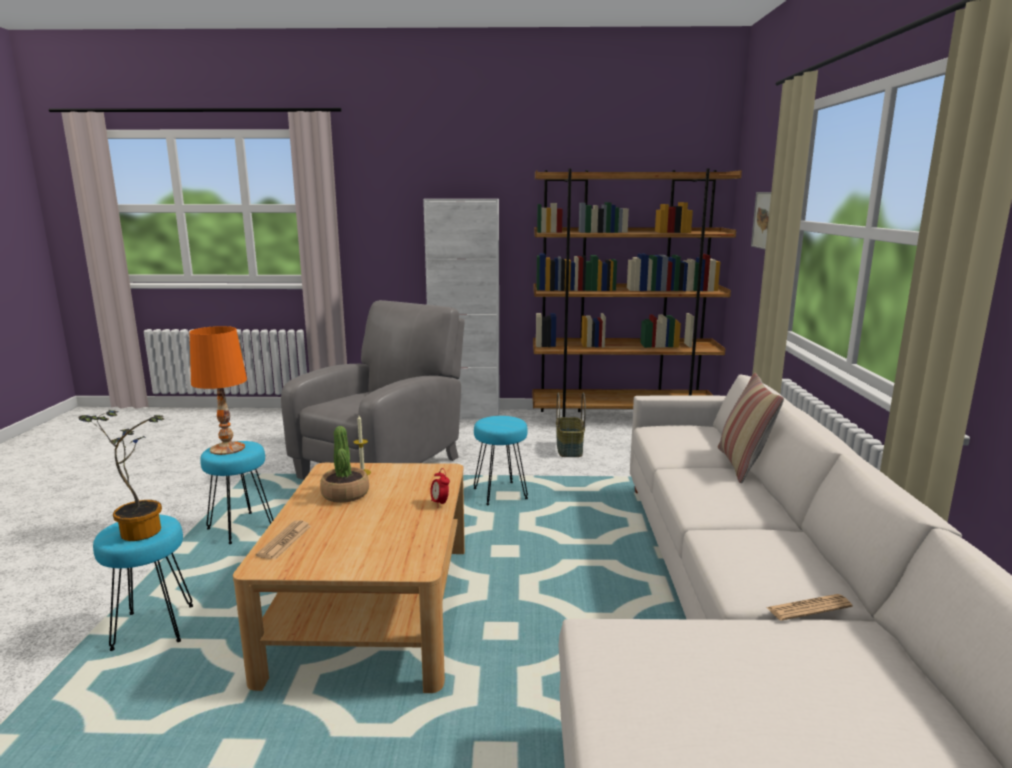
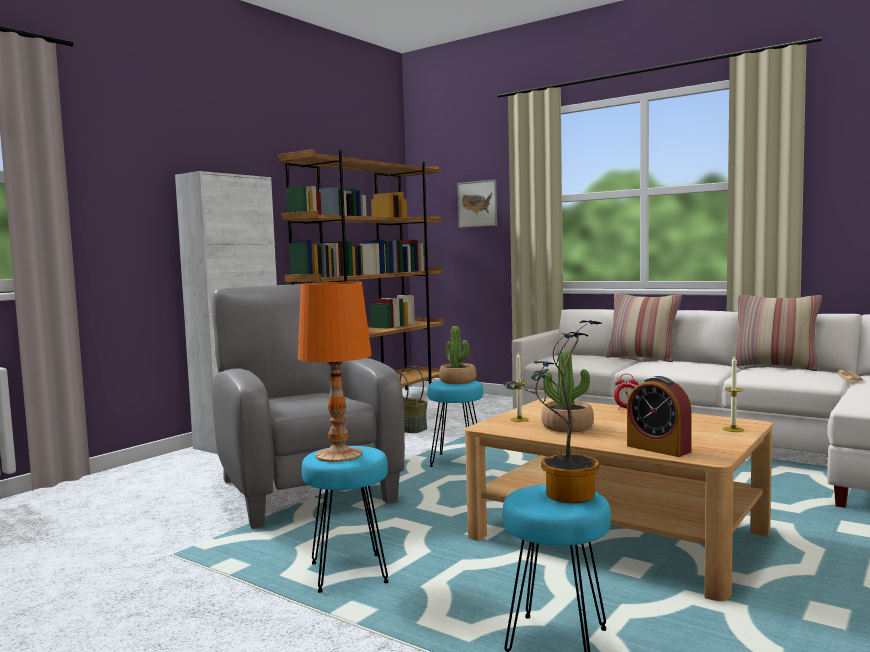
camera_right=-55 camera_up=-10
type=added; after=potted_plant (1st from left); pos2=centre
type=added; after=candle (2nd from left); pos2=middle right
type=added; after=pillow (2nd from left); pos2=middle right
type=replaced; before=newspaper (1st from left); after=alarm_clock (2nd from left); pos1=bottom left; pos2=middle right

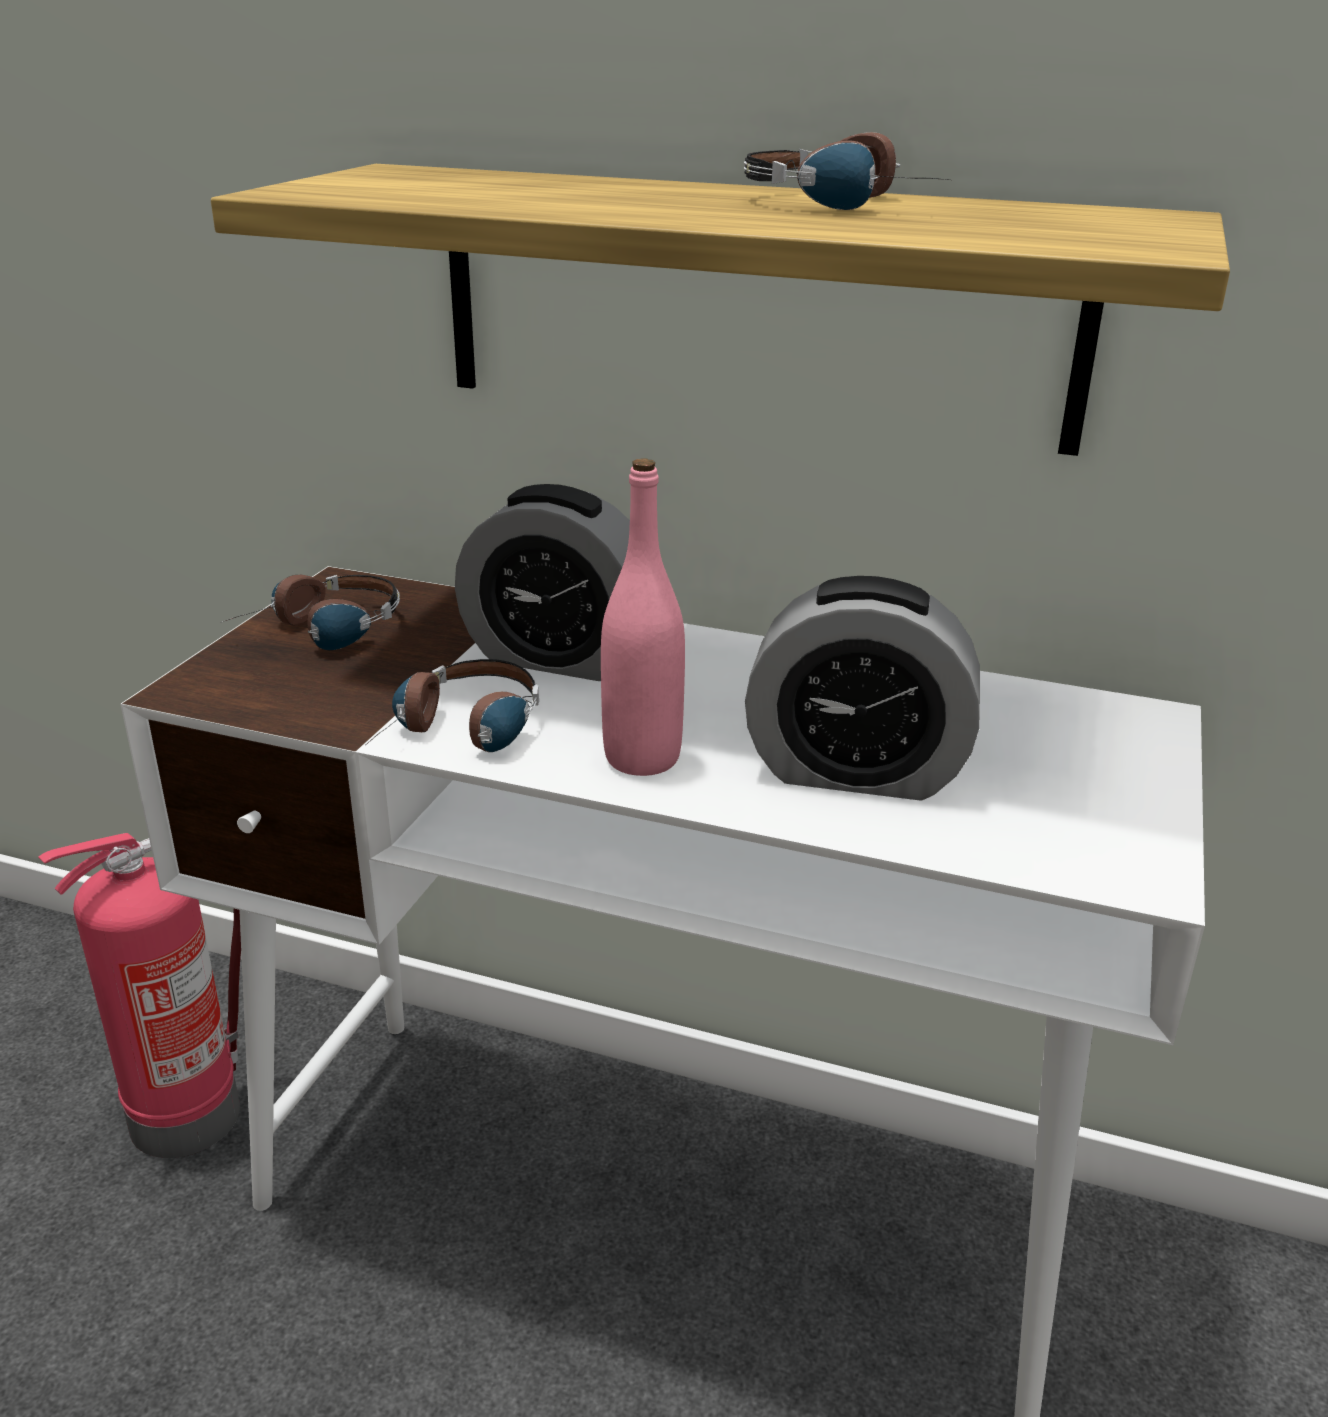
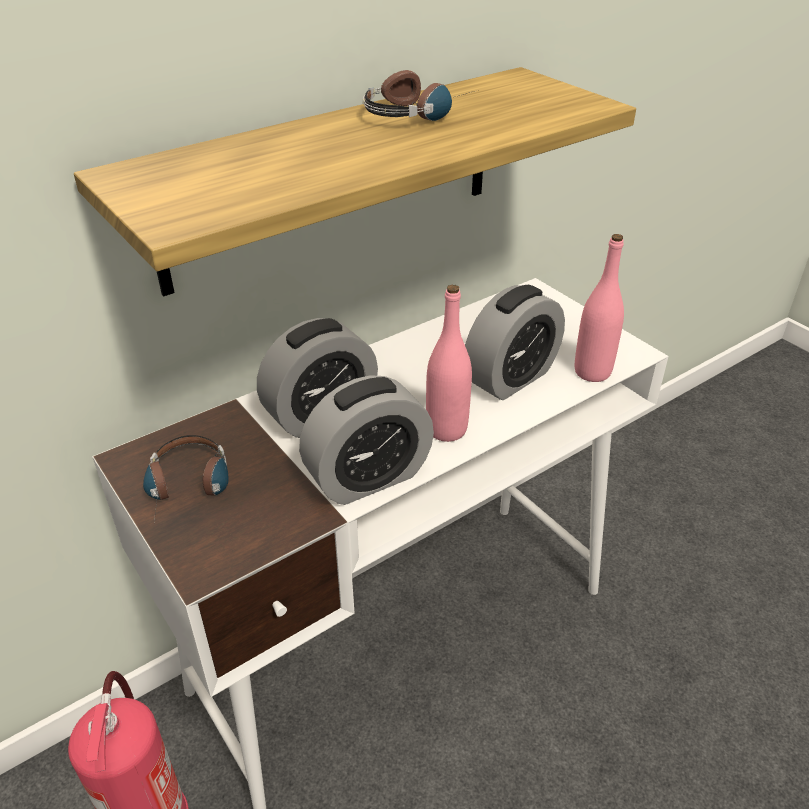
camera_right=-55 camera_up=10
type=added; after=pink_bottle (2nd from left); pos2=middle right
type=replaced; before=headphones (2nd from left); after=alarm_clock (2nd from left); pos1=centre; pos2=centre

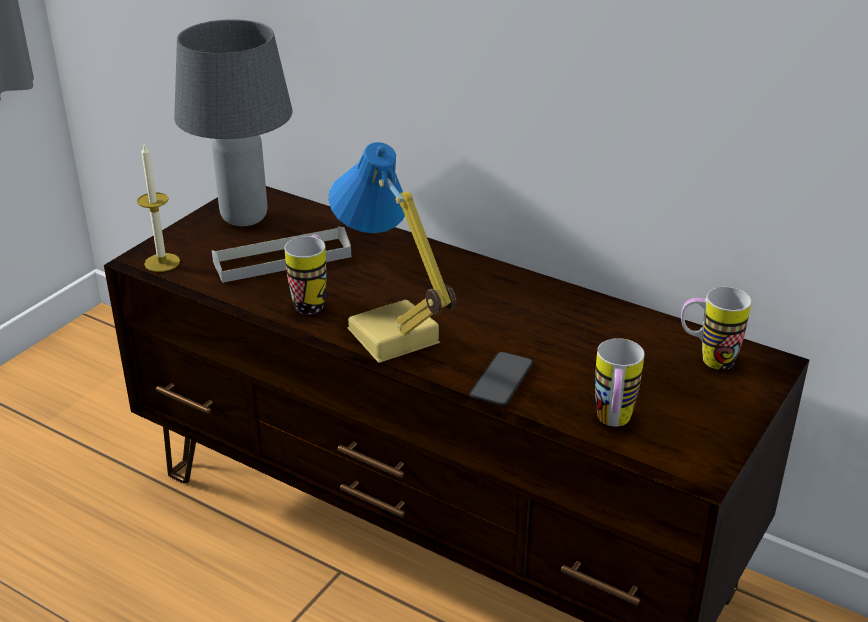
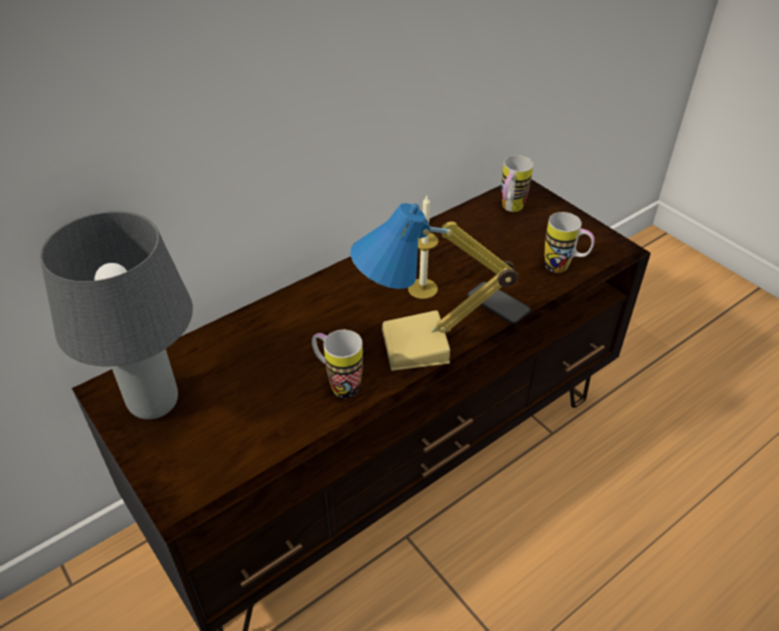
camera_right=-70 camera_up=10
type=removed; before=grey_tray; pos1=middle left
type=moved; before=candle; pos1=middle left; pos2=centre

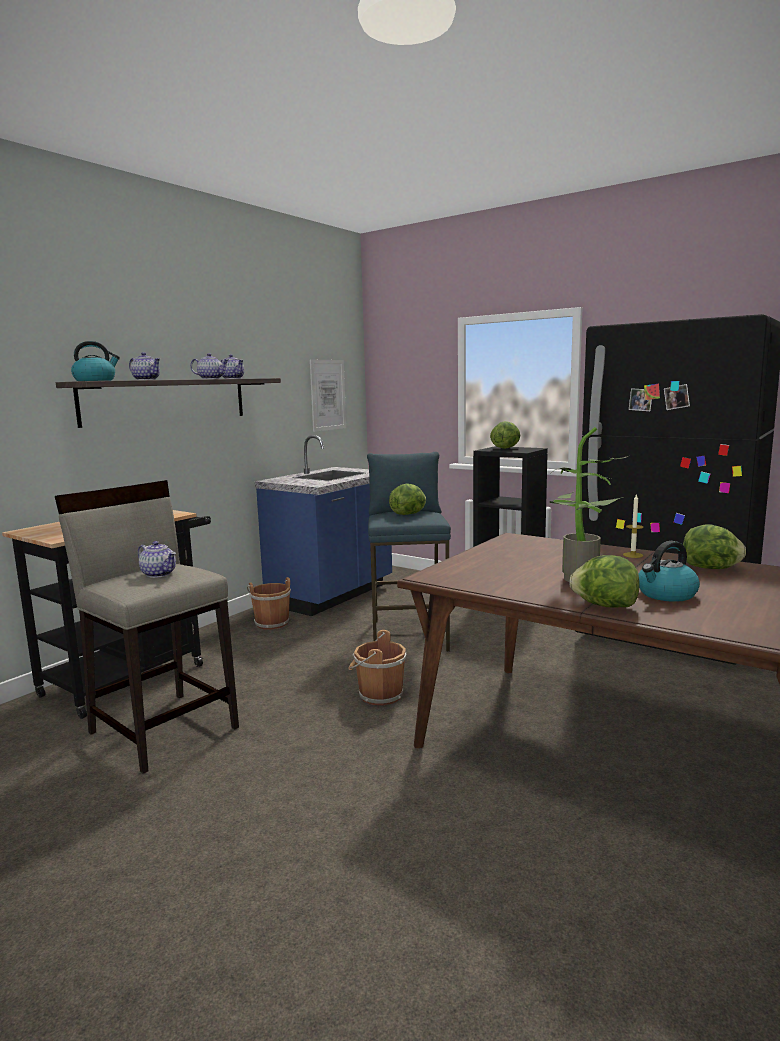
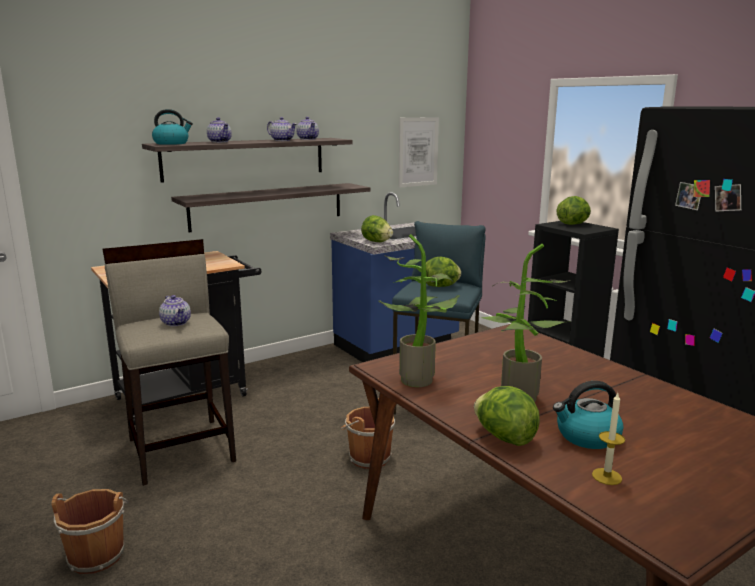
camera_right=20 camera_up=5
type=added; after=shelf (2nd from left); pos2=centre
type=added; after=potted_plant (1st from left); pos2=centre
type=moved; before=brown_bucket (1st from left); pos1=centre; pos2=bottom left
type=moved; before=candle; pos1=middle right; pos2=bottom right
type=moved; before=lettuce (4th from left in the first image); after=lettuce (1st from left); pos1=middle right; pos2=centre

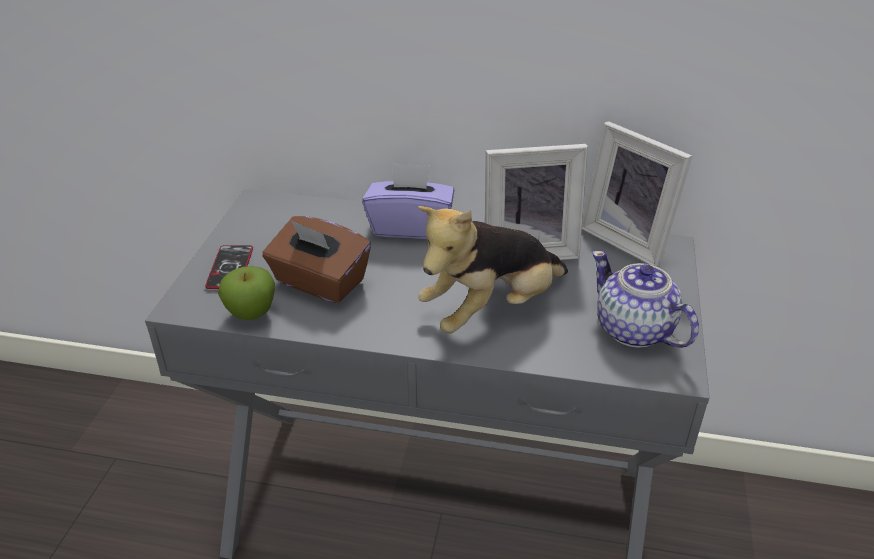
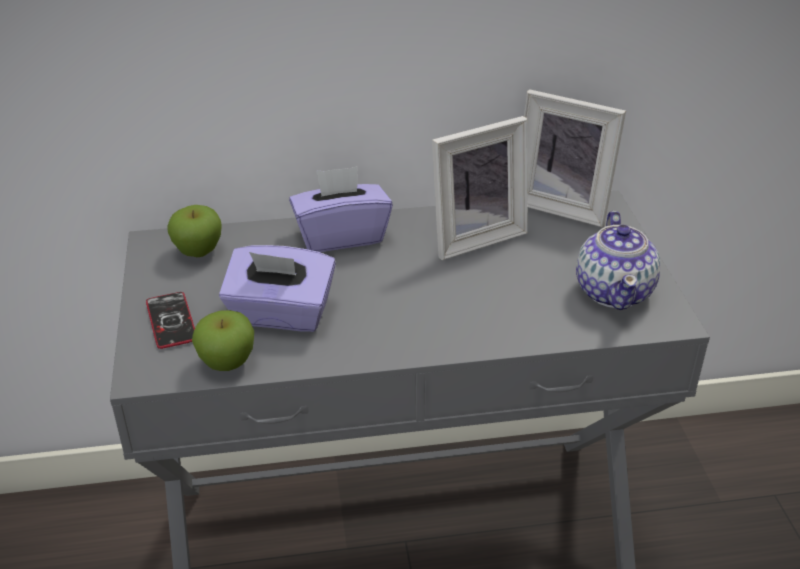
camera_right=-20 camera_up=0
type=removed; before=plush_toy; pos1=centre
type=added; after=apple (1st from left); pos2=middle left
type=recoloured; before=brown_tissue_box; after=purple_tissue_box (1st from left); pos1=centre; pos2=centre
type=turned; before=teapot; pos1=middle right; pos2=middle right; turn=-120

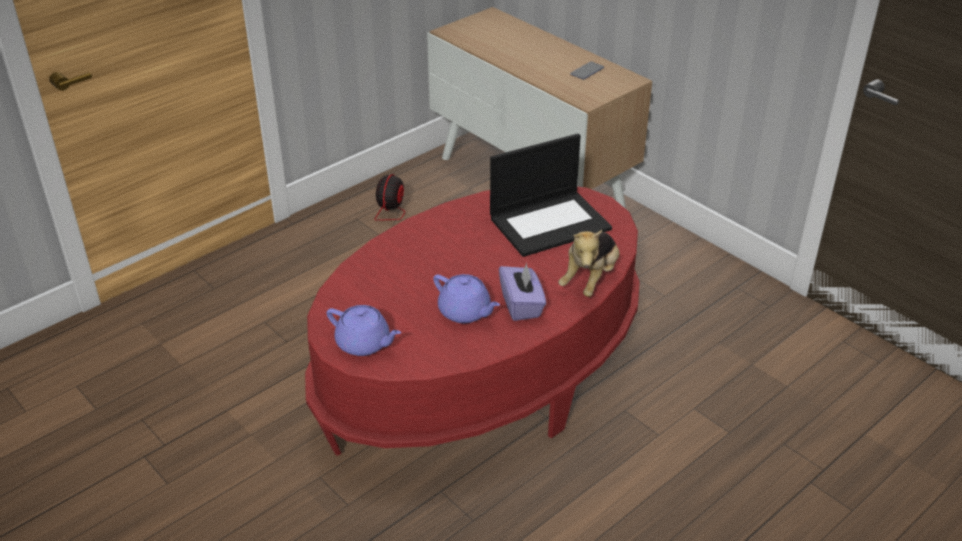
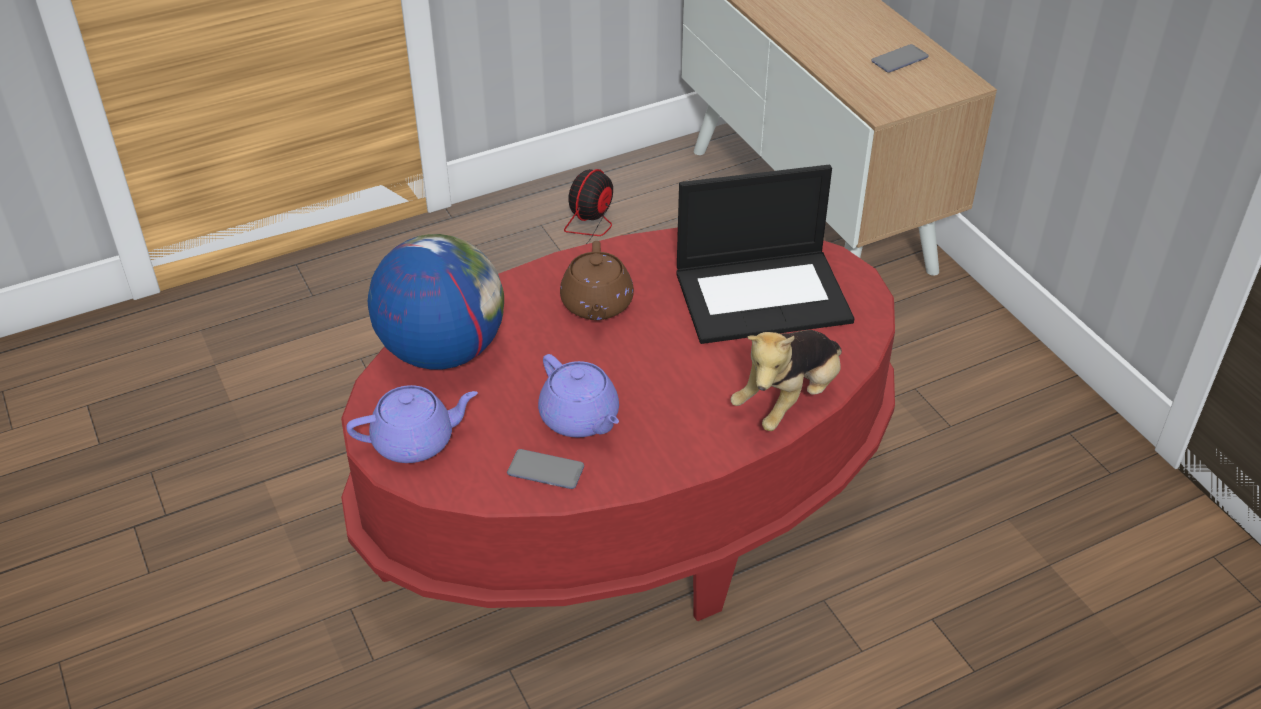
camera_right=15 camera_up=5
type=removed; before=purple_tissue_box; pos1=centre
type=added; after=globe; pos2=centre
type=added; after=phone (1st from left); pos2=centre
type=added; after=brown_teapot; pos2=centre
type=turned; before=purple_teapot (1st from left); pos1=centre; pos2=middle left; turn=-60

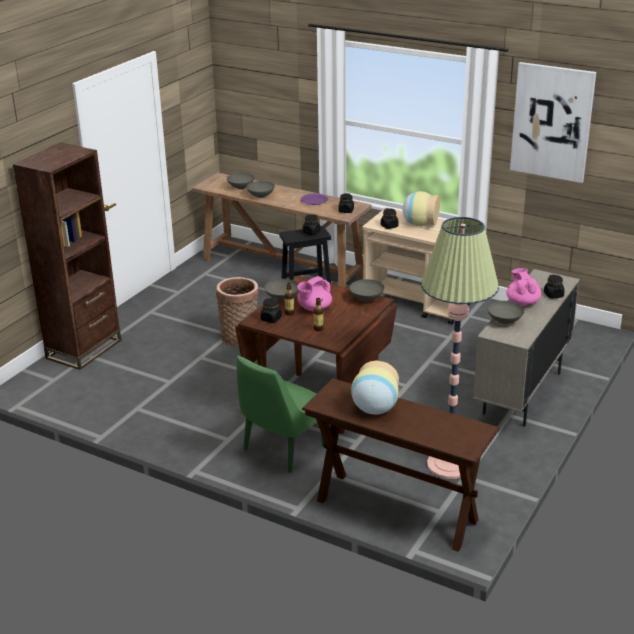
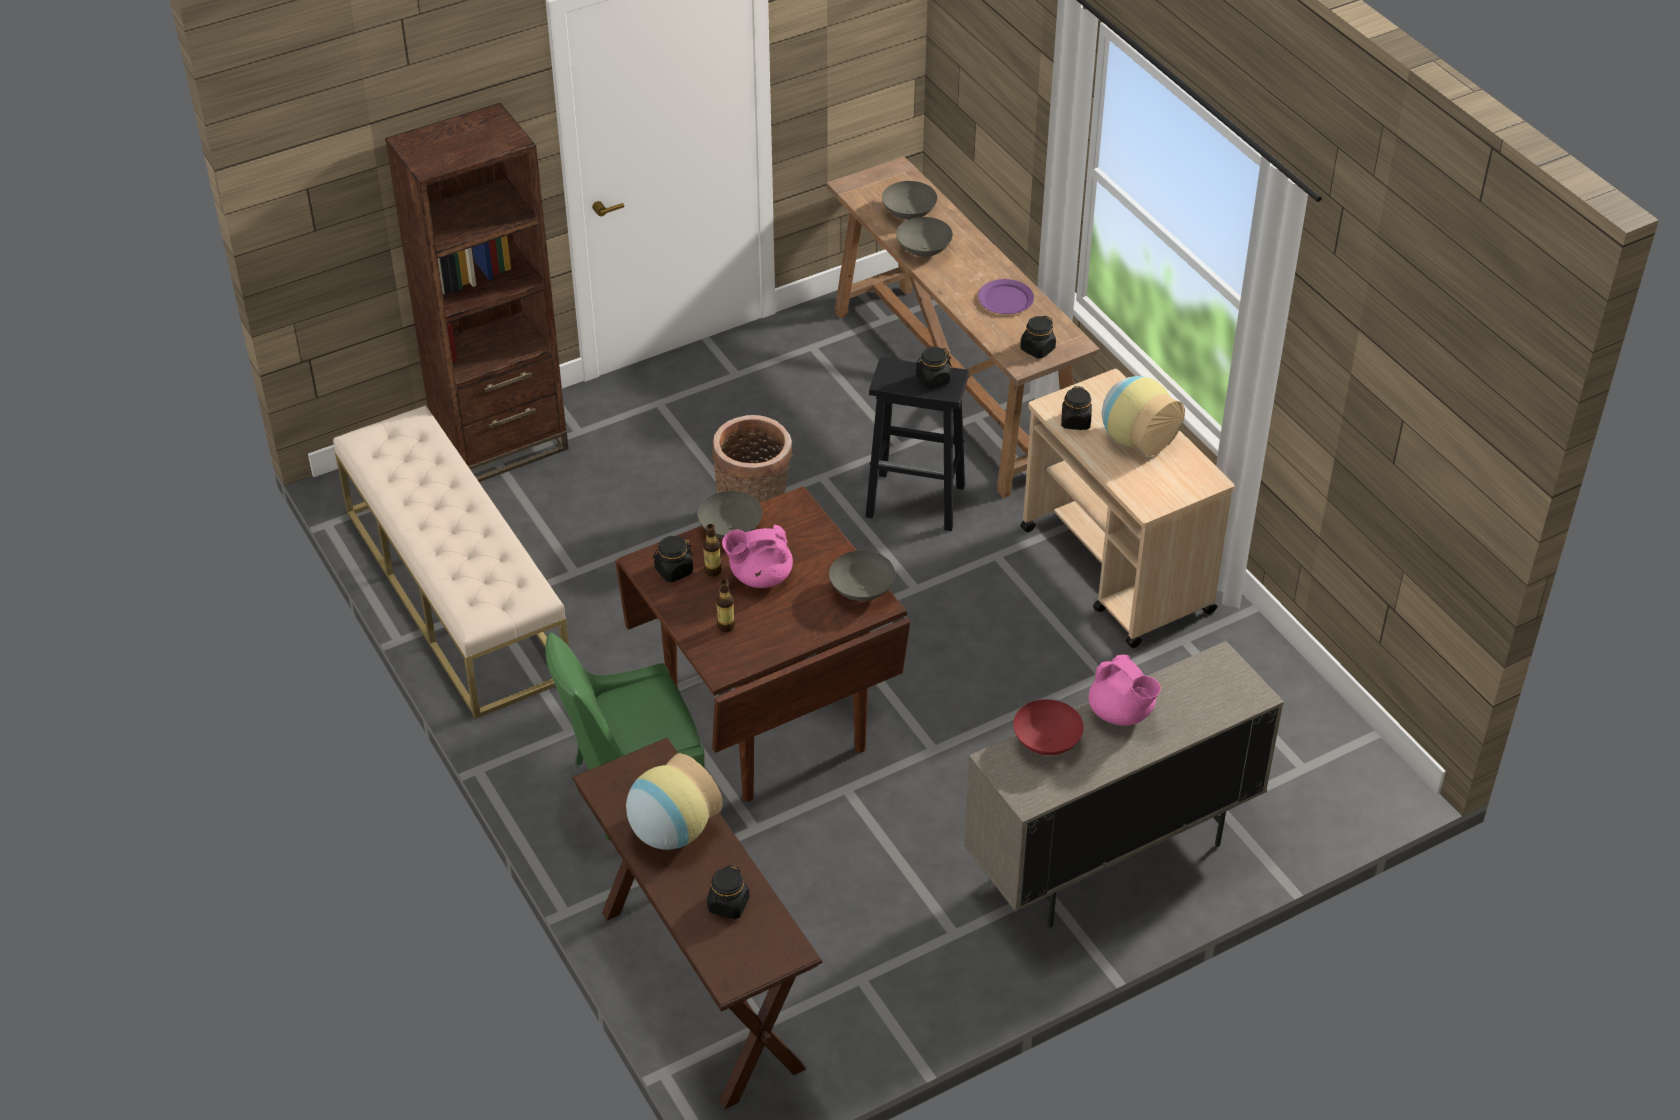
camera_right=30 camera_up=15
type=removed; before=floor_lamp; pos1=middle right
type=removed; before=picture; pos1=top right
type=added; after=beige_bench; pos2=middle left
type=moved; before=black_jar (5th from left in the first image); after=black_jar (2nd from left); pos1=middle right; pos2=bottom centre
type=recoloured; before=grey_bowl (5th from left); after=red_bowl; pos1=middle right; pos2=centre
type=turned; before=pink_teapot (2nd from left); pos1=middle right; pos2=middle right; turn=120

